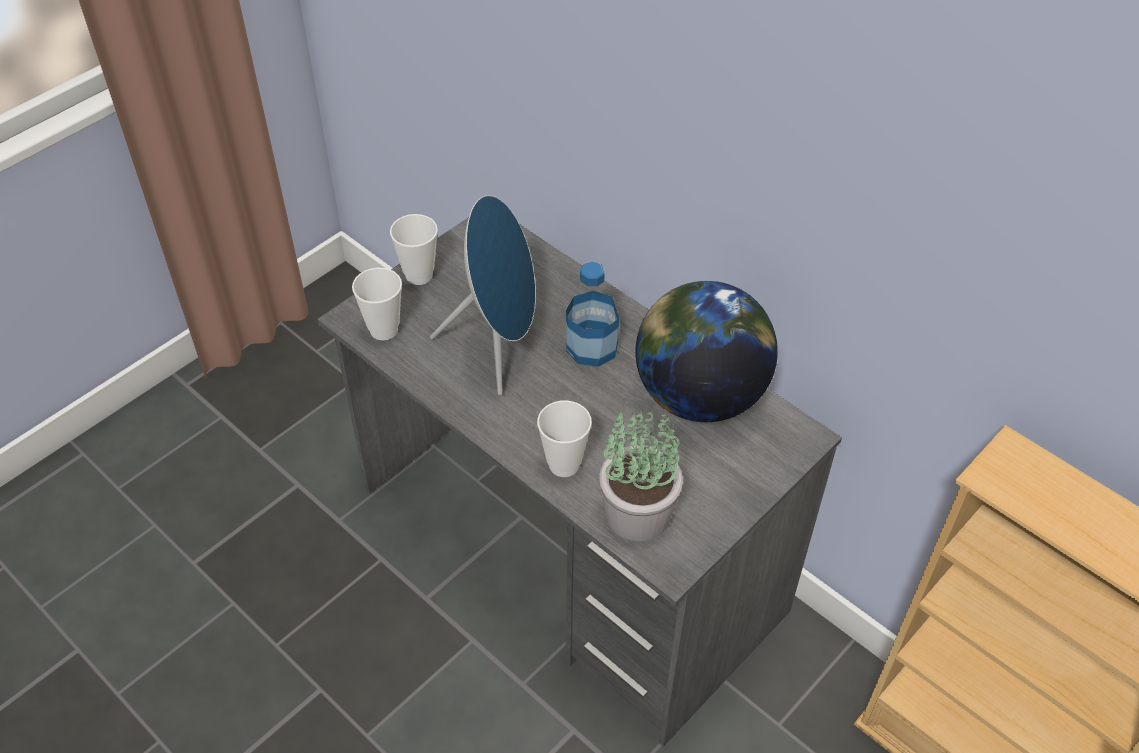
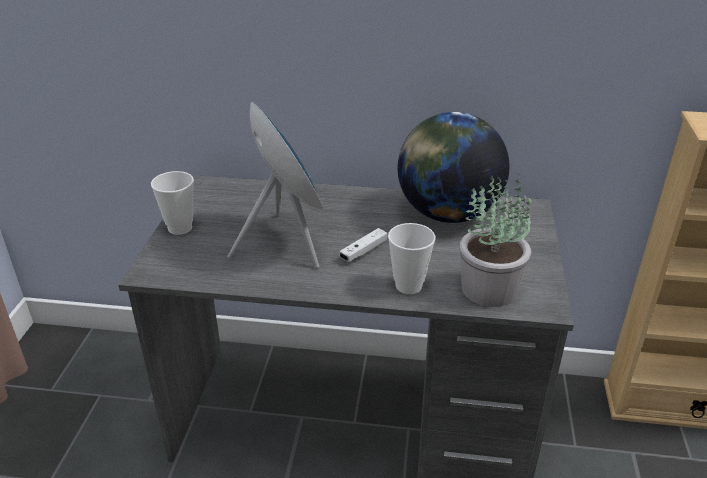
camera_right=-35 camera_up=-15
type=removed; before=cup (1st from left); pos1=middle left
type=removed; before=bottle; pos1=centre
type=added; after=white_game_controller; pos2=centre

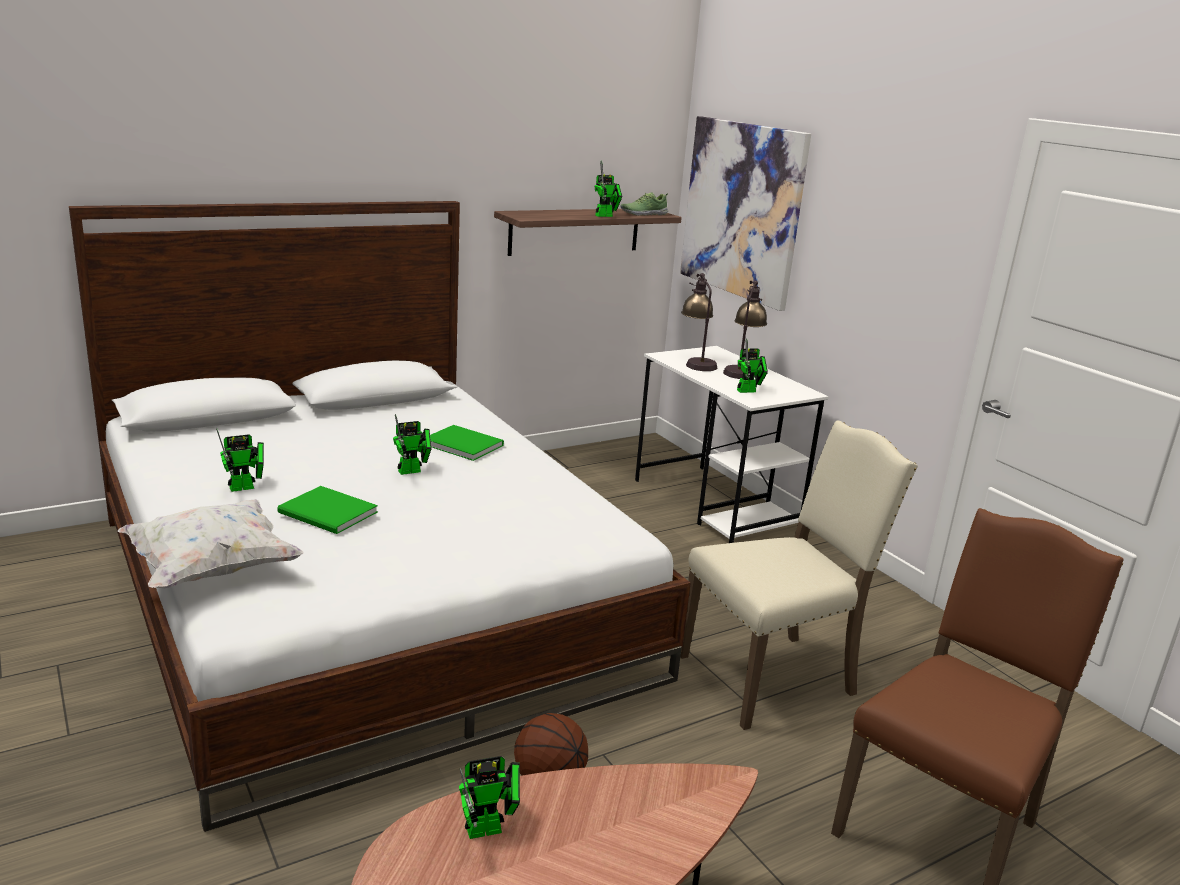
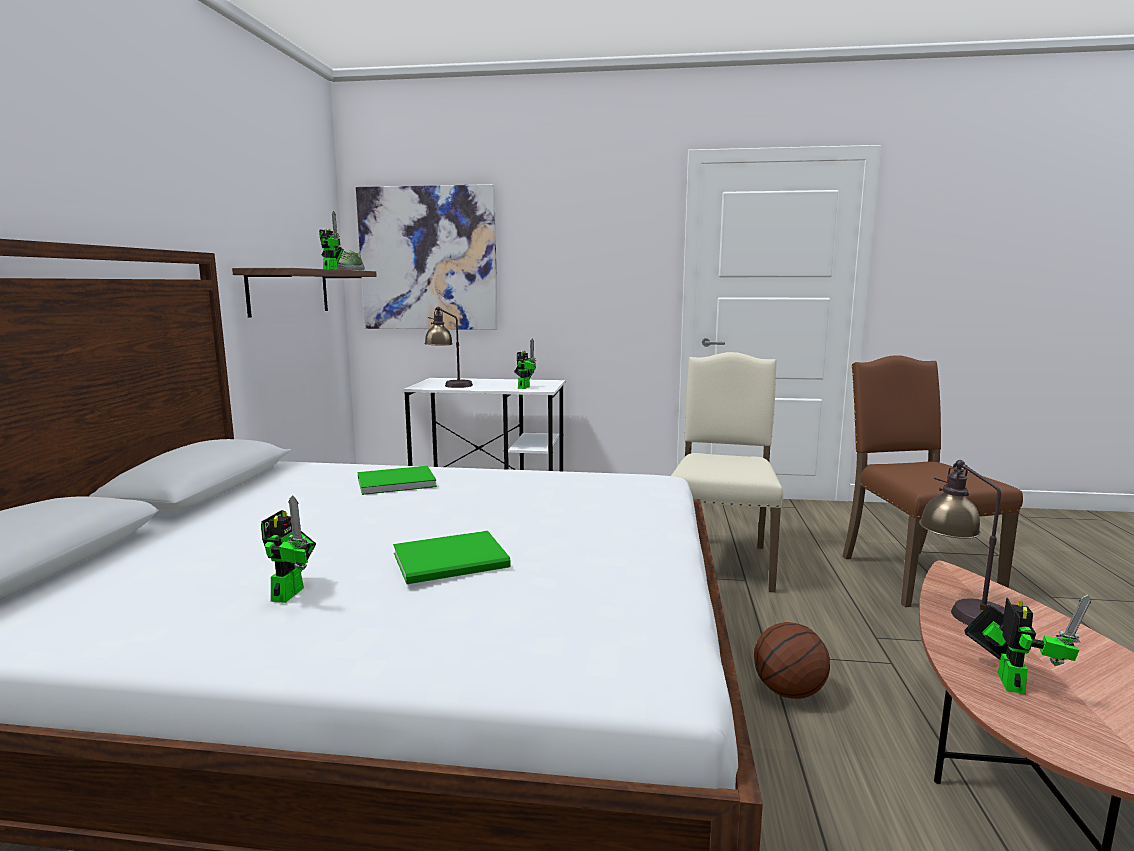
camera_right=-50 camera_up=-10
type=removed; before=white_pillow; pos1=middle left
type=removed; before=toy_robot (2nd from left); pos1=centre
type=moved; before=table_lamp (2nd from left); pos1=centre; pos2=middle right

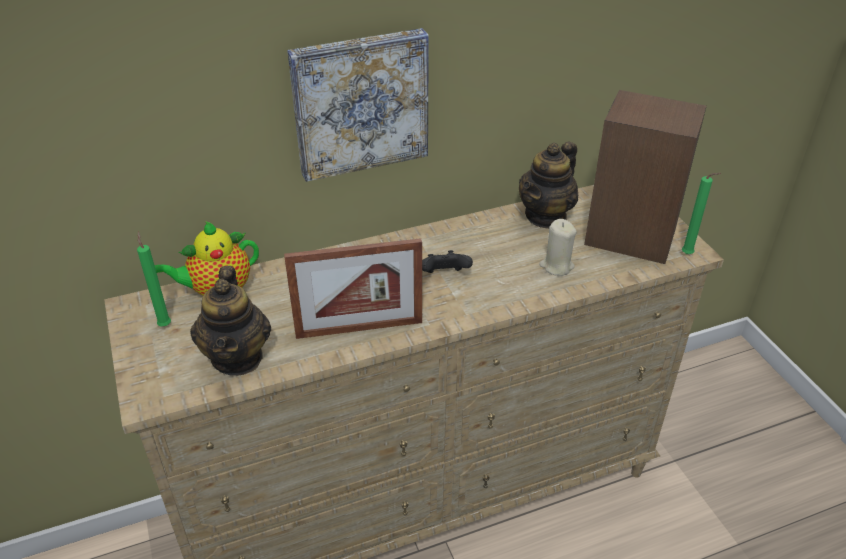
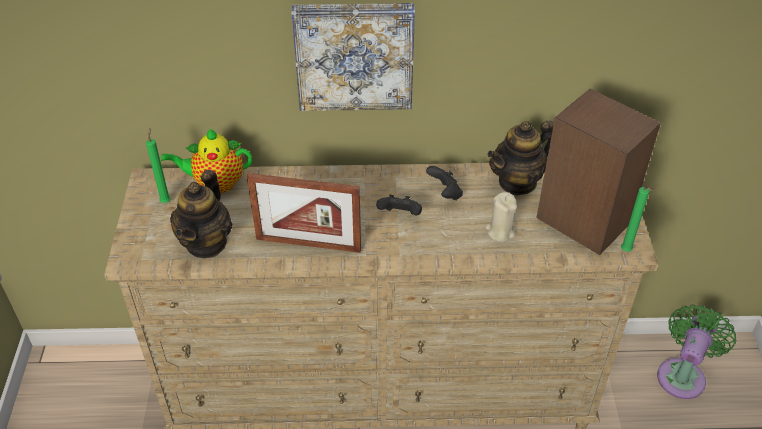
camera_right=20 camera_up=5
type=added; after=black_game_controller (2nd from left); pos2=centre
type=added; after=green_fan; pos2=bottom right

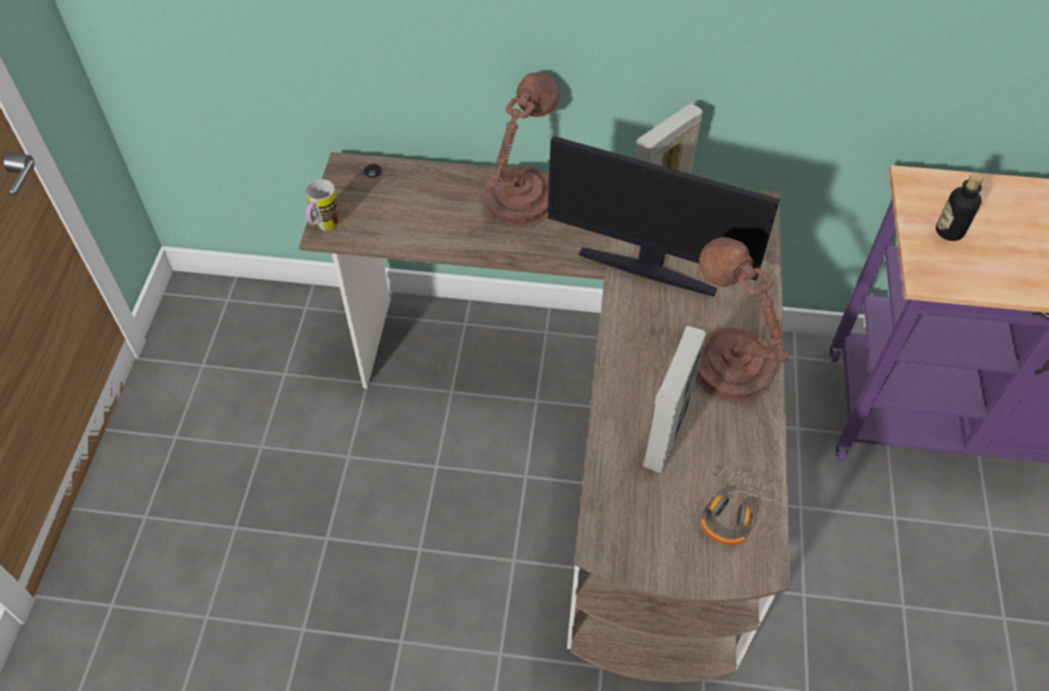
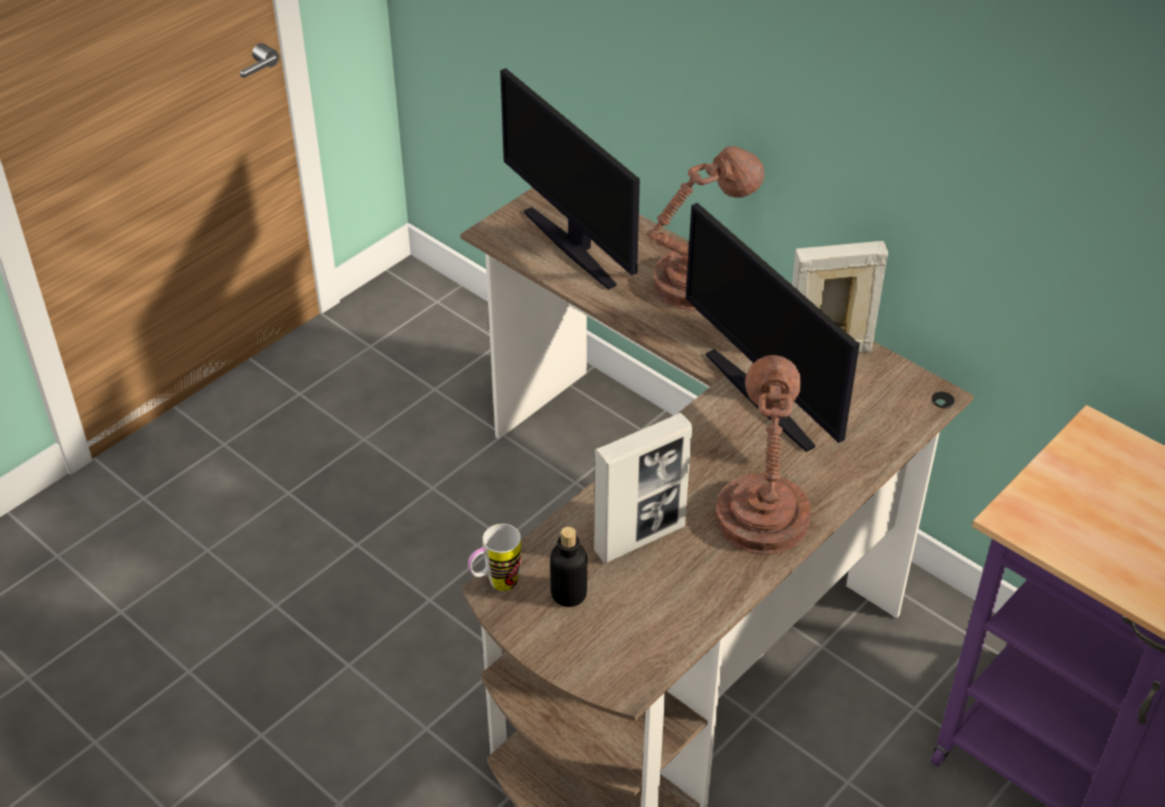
camera_right=35 camera_up=-10
type=removed; before=headphones; pos1=bottom right
type=added; after=monitor (1st from left); pos2=top centre
type=moved; before=mug; pos1=top left; pos2=bottom centre
type=moved; before=bottle; pos1=top right; pos2=bottom centre

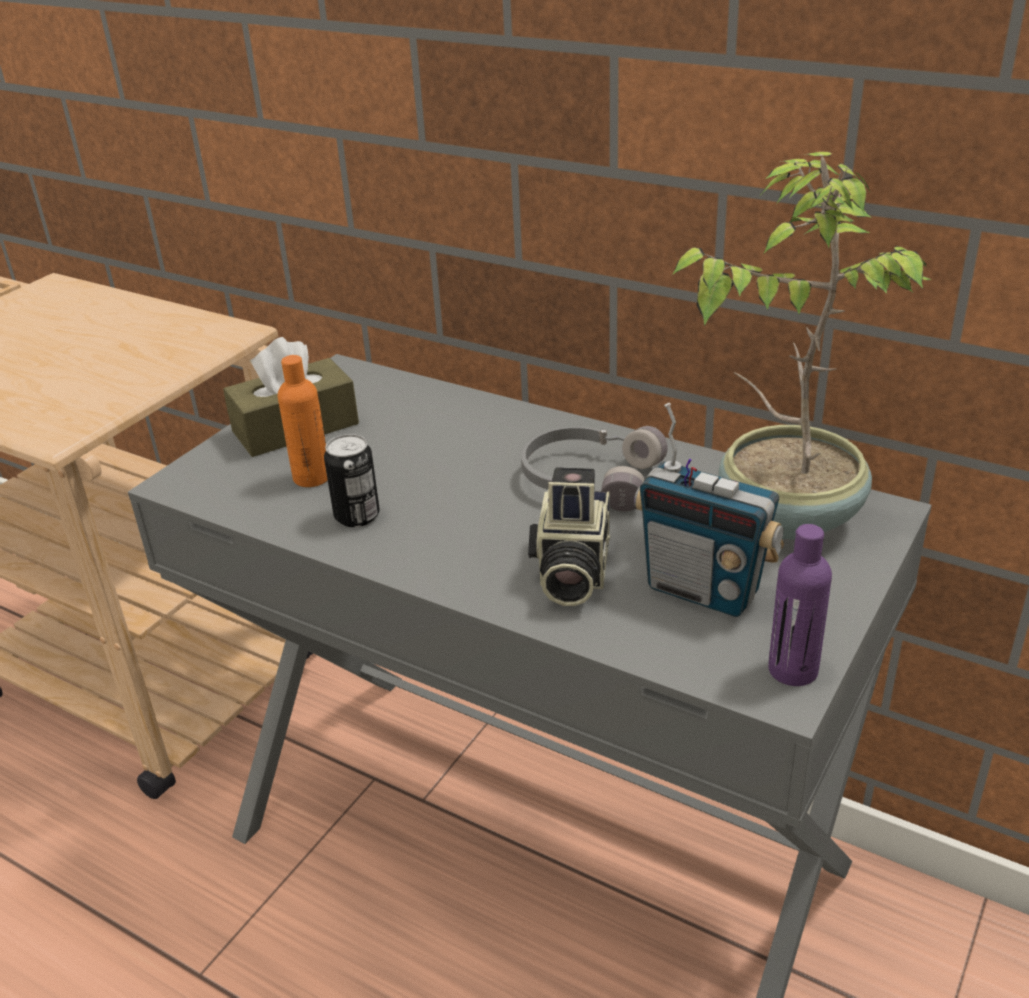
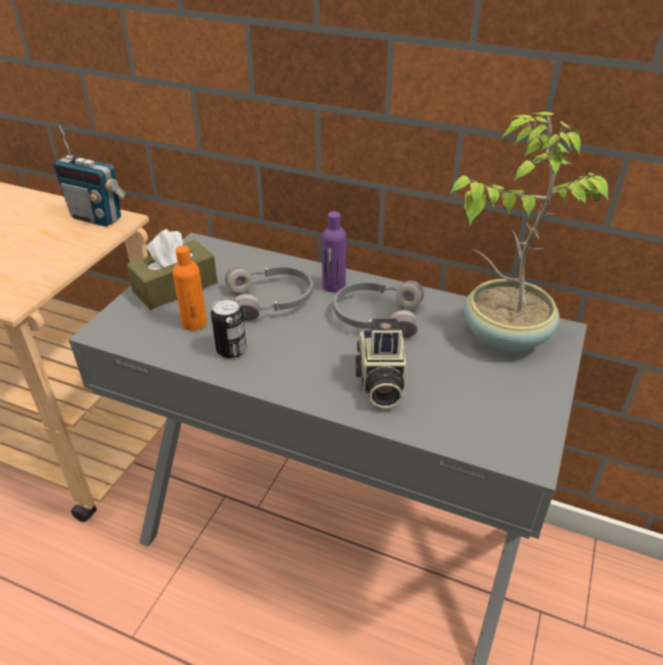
camera_right=-10 camera_up=5
type=added; after=grey_headphones (1st from left); pos2=centre
type=moved; before=radio; pos1=middle right; pos2=top left
type=moved; before=purple_bottle; pos1=middle right; pos2=centre

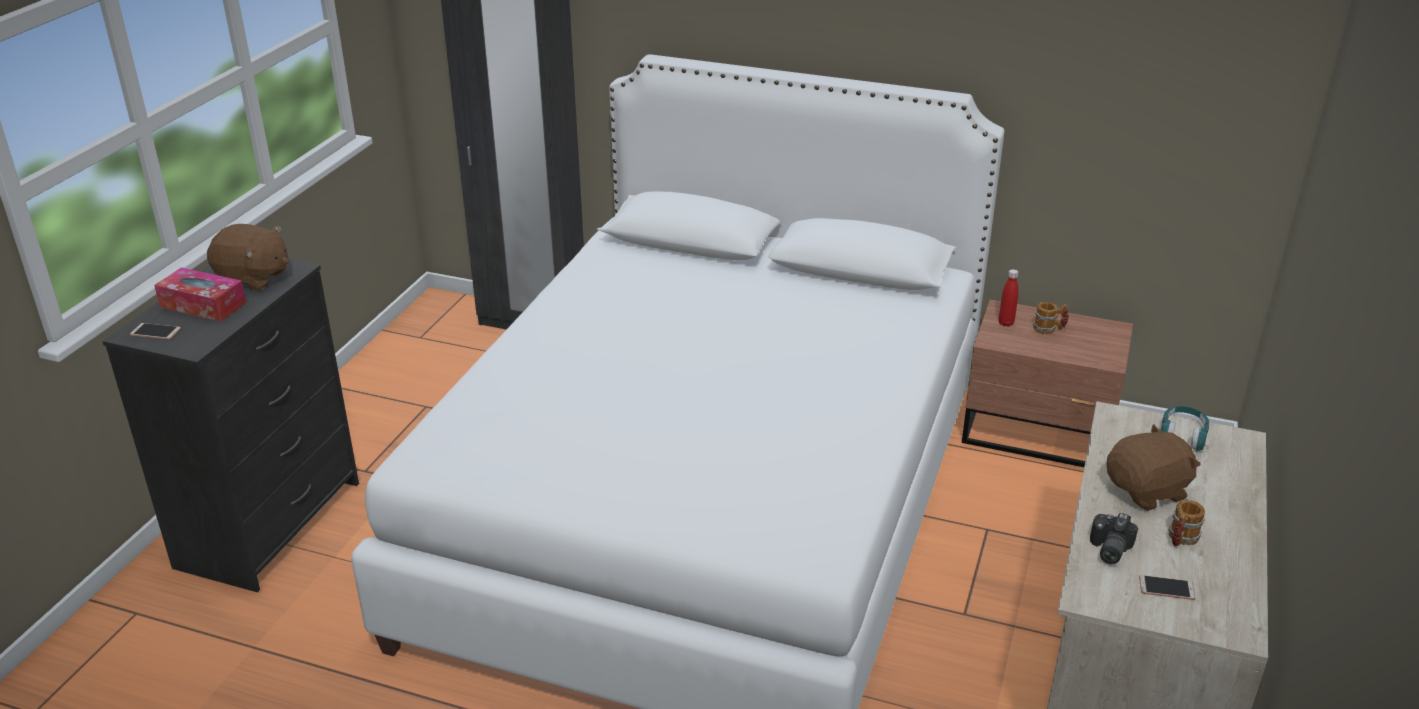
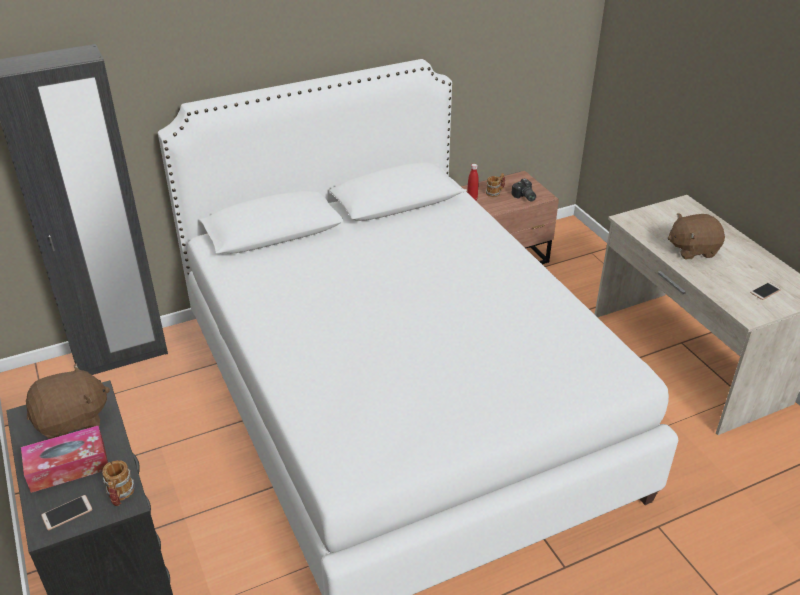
camera_right=-45 camera_up=5
type=removed; before=turquoise_headphones; pos1=middle right
type=moved; before=photo_camera; pos1=bottom right; pos2=top centre
type=moved; before=mug (2nd from left in the first image); after=mug (1st from left); pos1=bottom right; pos2=bottom left
type=turned; before=brown_plush_toy (2nd from left); pos1=middle right; pos2=middle right; turn=-120

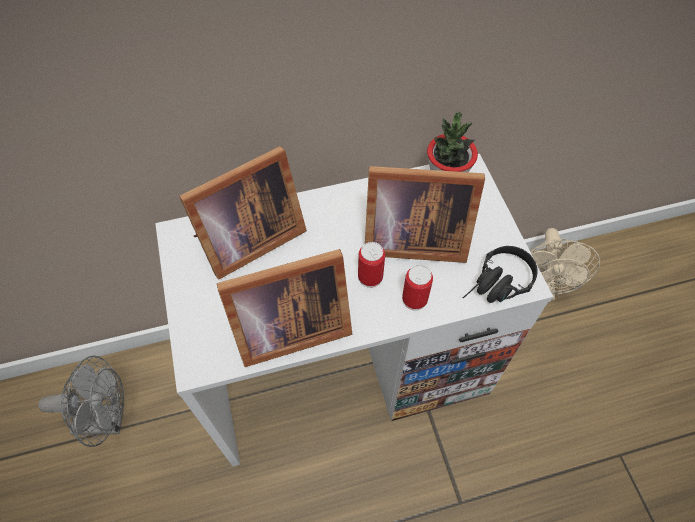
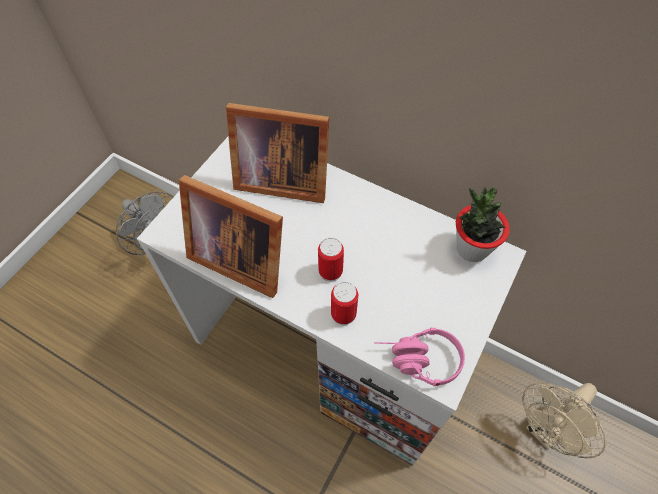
camera_right=45 camera_up=0
type=removed; before=picture_frame (3rd from left); pos1=centre
type=recoloured; before=black_headphones; after=pink_headphones; pos1=middle right; pos2=bottom centre

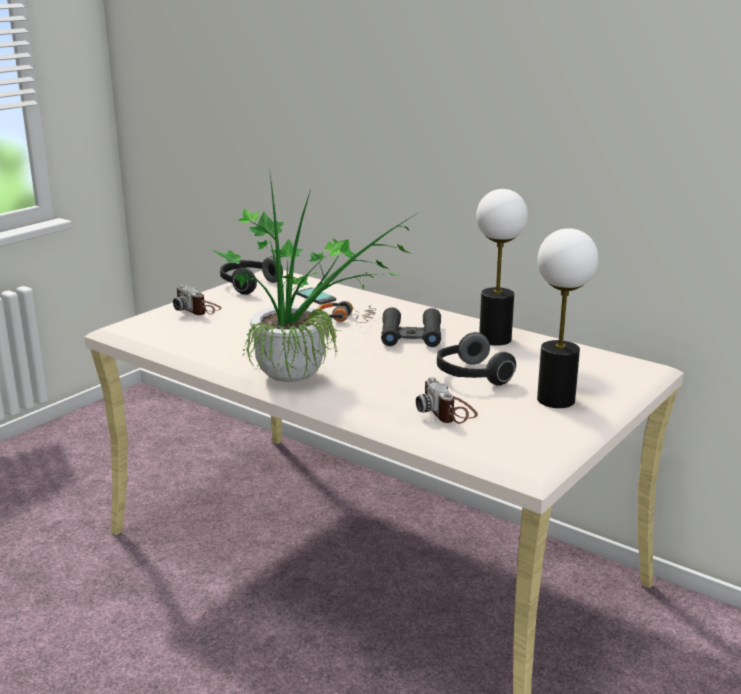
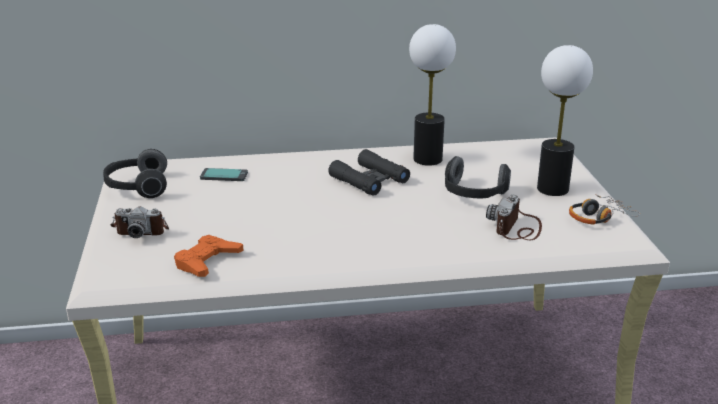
camera_right=-45 camera_up=5
type=removed; before=potted_plant; pos1=centre
type=added; after=orange_game_controller; pos2=middle left
type=moved; before=headphones (2nd from left in the first image); after=headphones (3rd from left); pos1=centre; pos2=middle right
type=turned; before=photo_camera (2nd from left); pos1=centre; pos2=middle right; turn=90

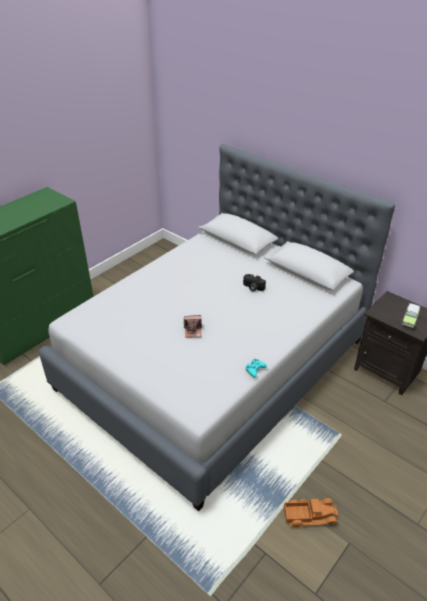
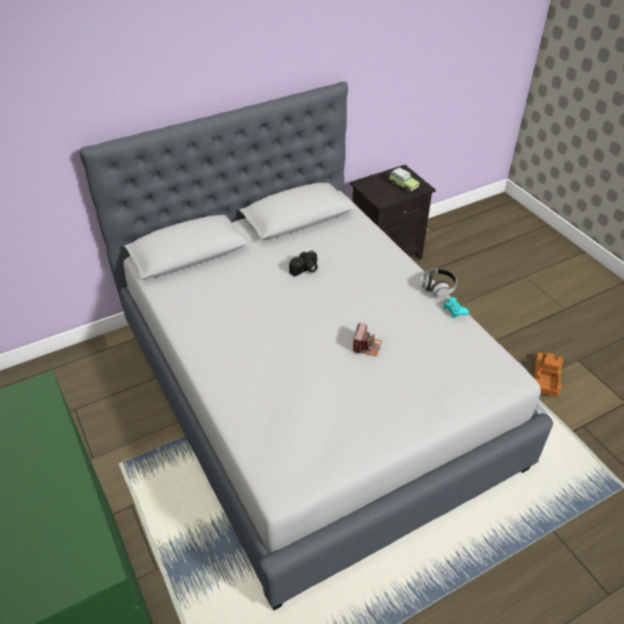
camera_right=-70 camera_up=5
type=added; after=headphones; pos2=middle right

